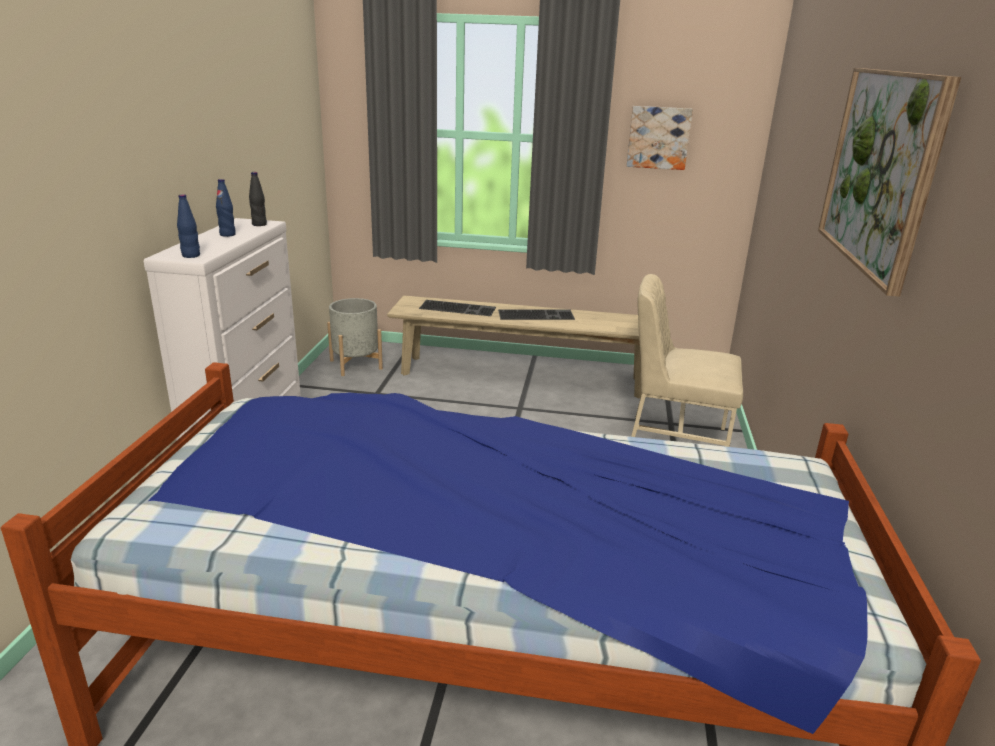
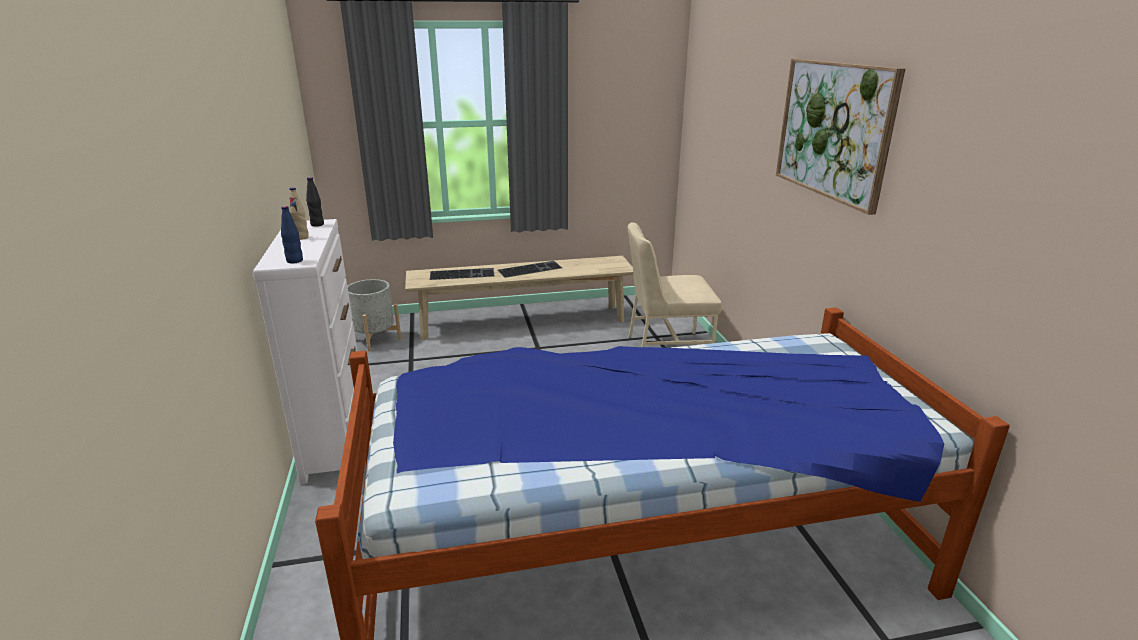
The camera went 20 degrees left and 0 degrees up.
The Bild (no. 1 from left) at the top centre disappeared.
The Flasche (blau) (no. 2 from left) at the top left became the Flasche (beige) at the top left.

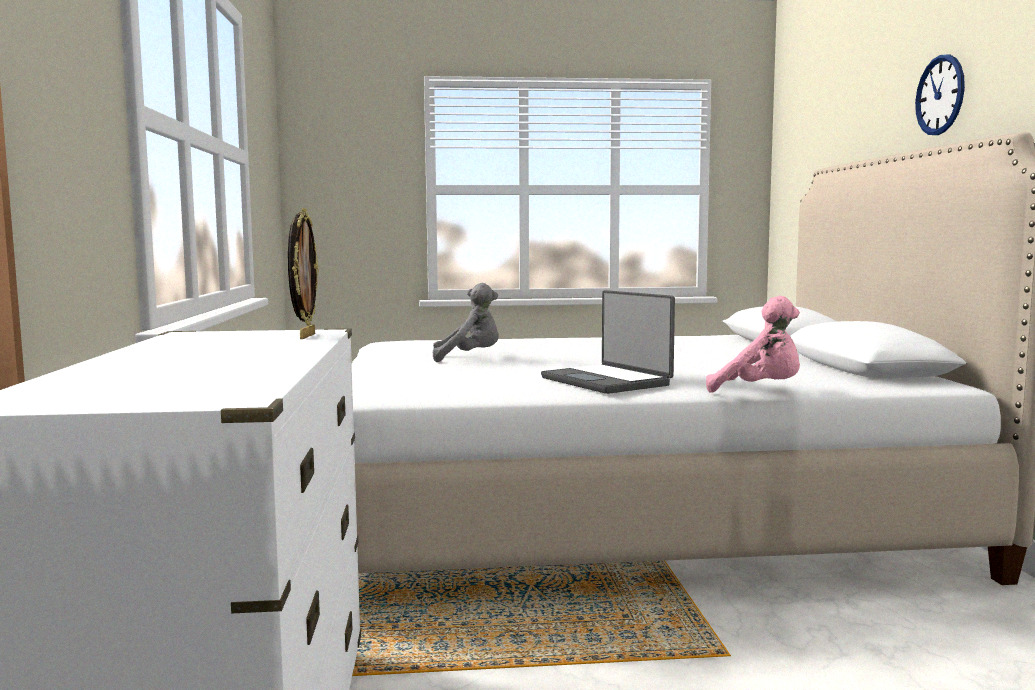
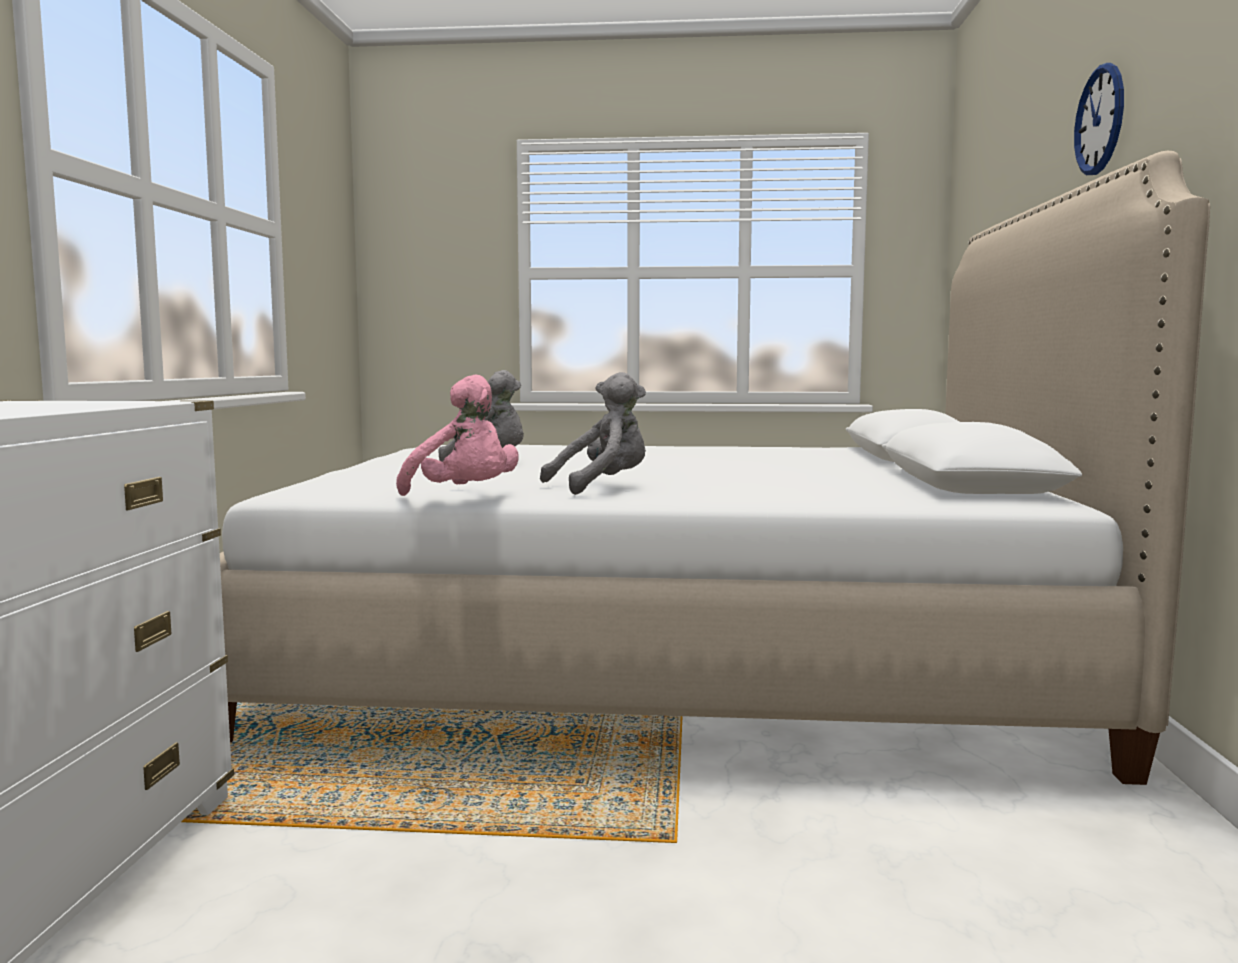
The camera went 10 degrees right and 0 degrees up.
The Bilderrahmen at the middle left disappeared.
The Laptop at the centre was replaced by the Plüschtier (grau) (no. 2 from left) at the centre.
The Plüschtier (rosa) moved from the middle right to the centre.

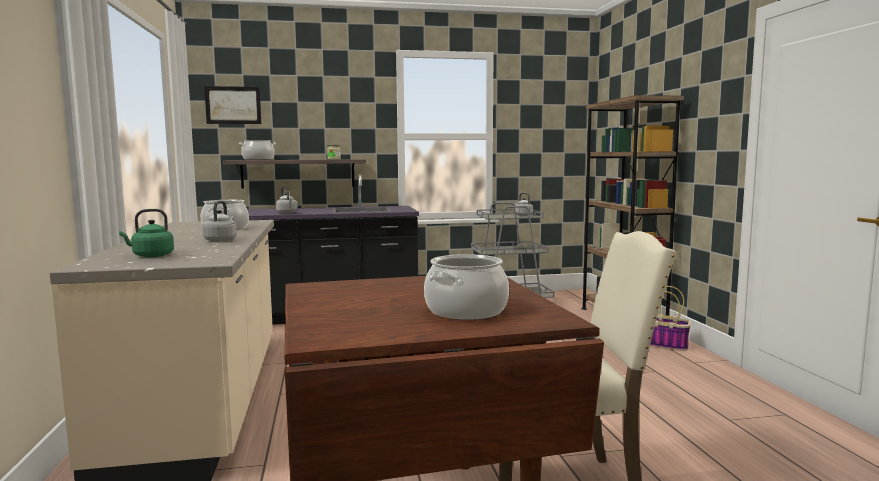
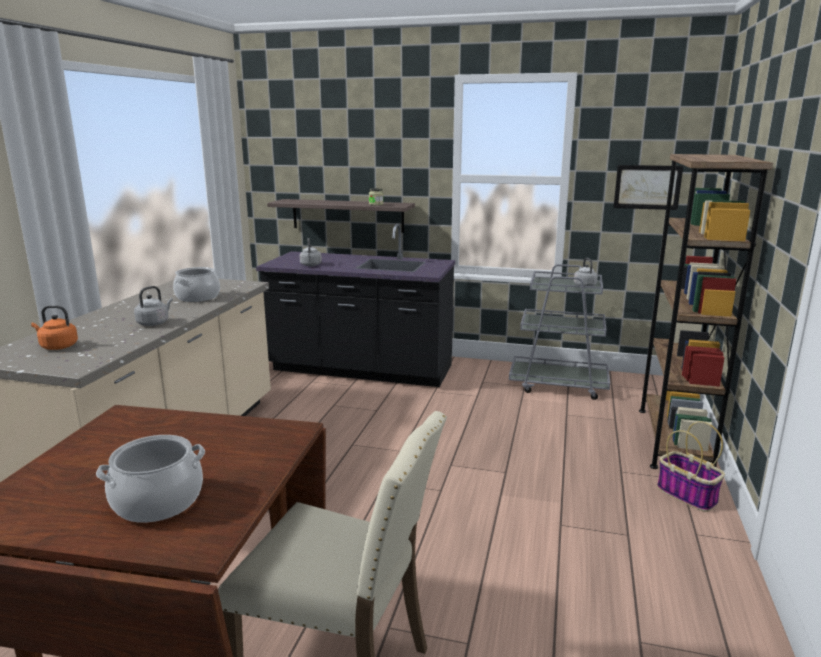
The camera went 25 degrees right and 10 degrees up.
The Bild moved from the top left to the top right.
The Kochtopf (no. 2 from left) at the top left disappeared.
The Wasserkessel (grün) at the middle left became the Wasserkessel (orange) at the middle left.

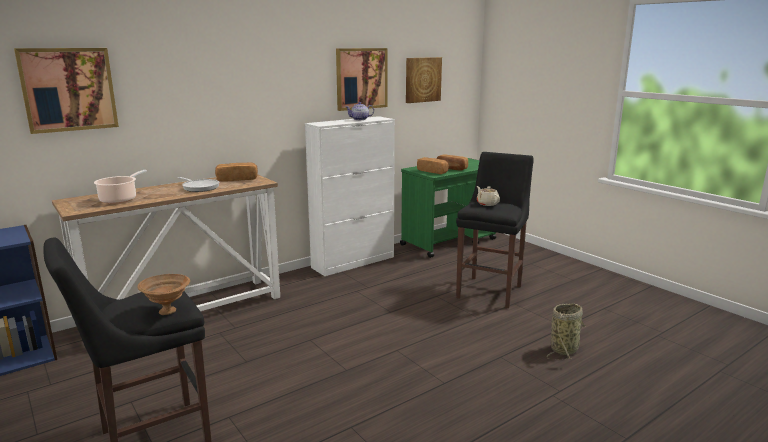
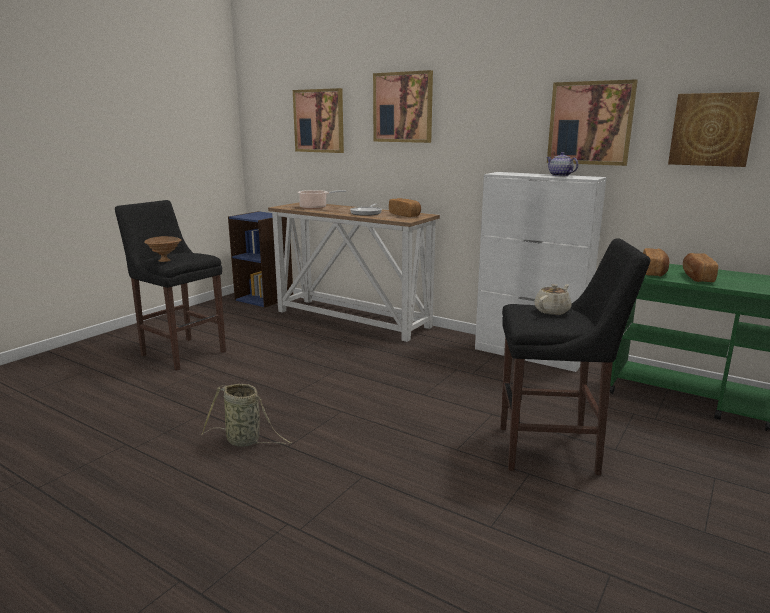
The camera went 70 degrees right and 0 degrees up.
The Korb moved from the bottom right to the bottom left.
The Bild (no. 2 from left) at the top centre appeared.

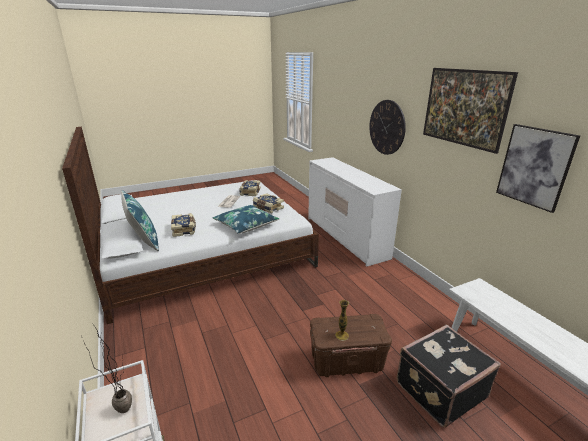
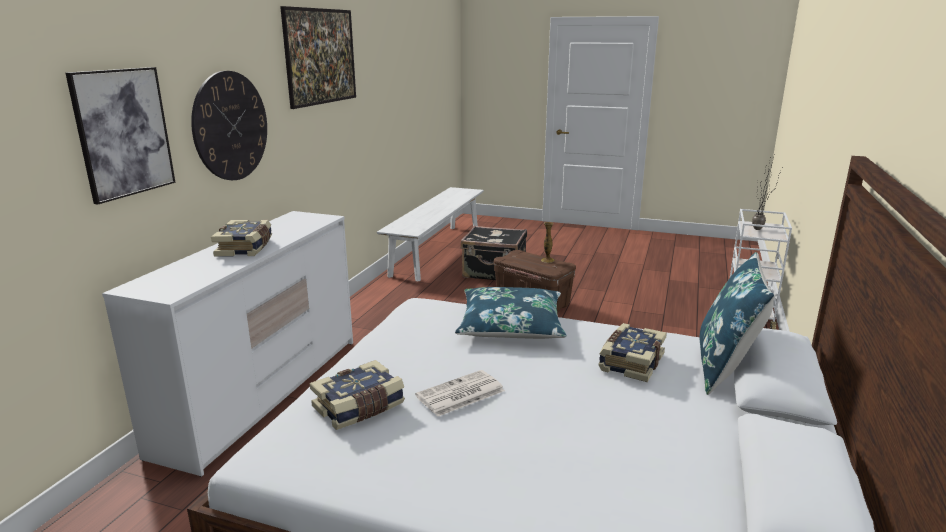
The camera went 135 degrees left and 5 degrees down.
The Bild (no. 2 from left in the first image) moved from the middle right to the top left.
The Buch (no. 3 from left in the first image) moved from the centre to the middle left.

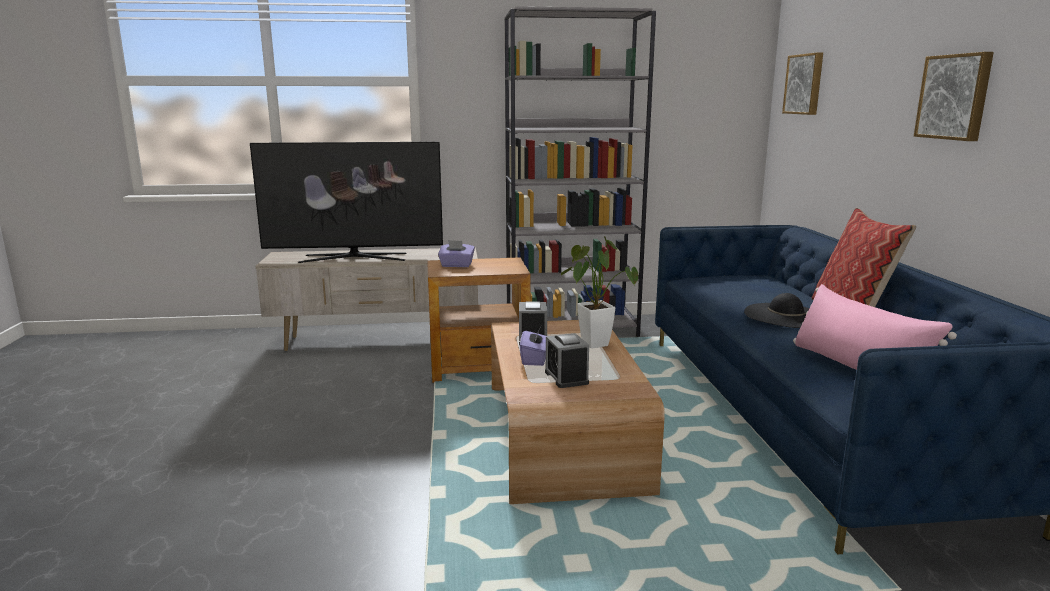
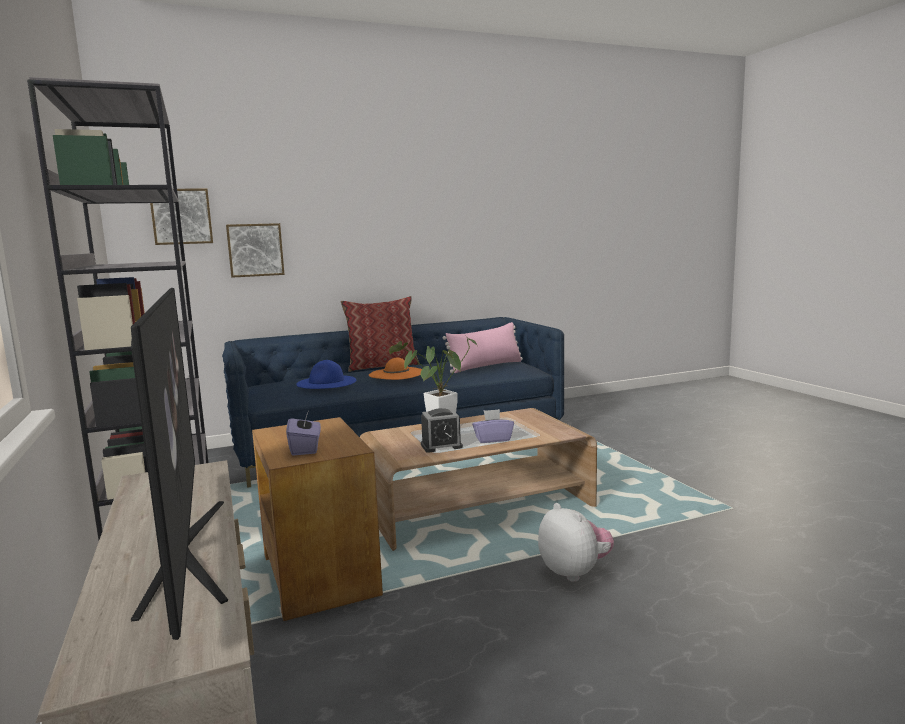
The camera went 105 degrees left and 5 degrees down.
The Bild (no. 2 from left) moved from the top right to the middle left.
The Hut (schwarz) at the middle right became the Hut (orange) at the centre.
The Wecker (no. 2 from left) at the centre disappeared.
The Hut (blau) at the centre appeared.
The Plüschtier at the bottom centre appeared.

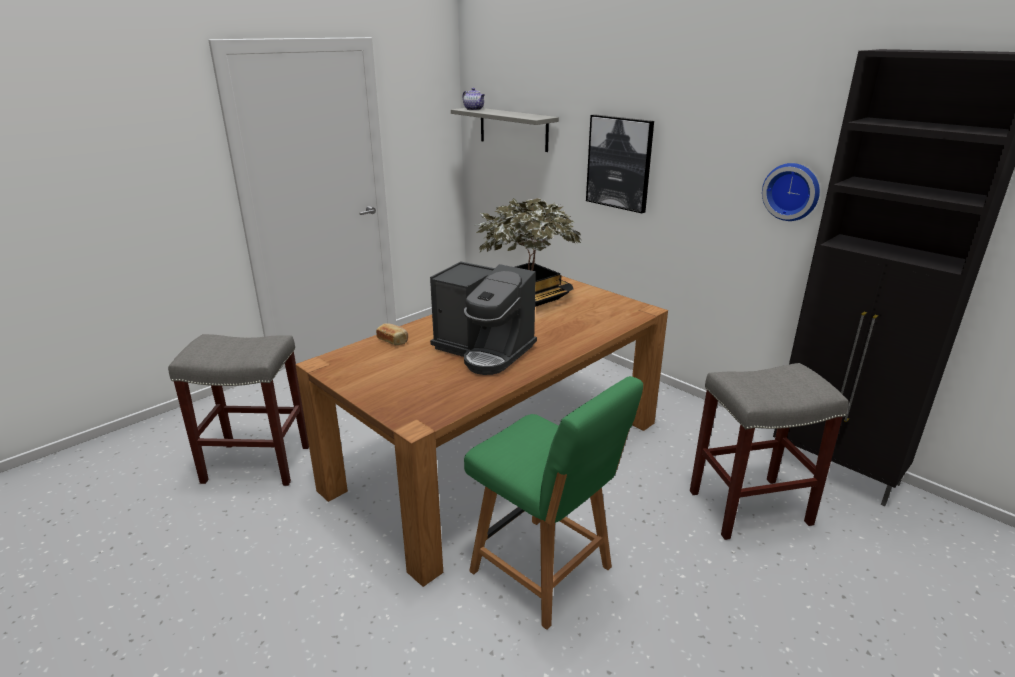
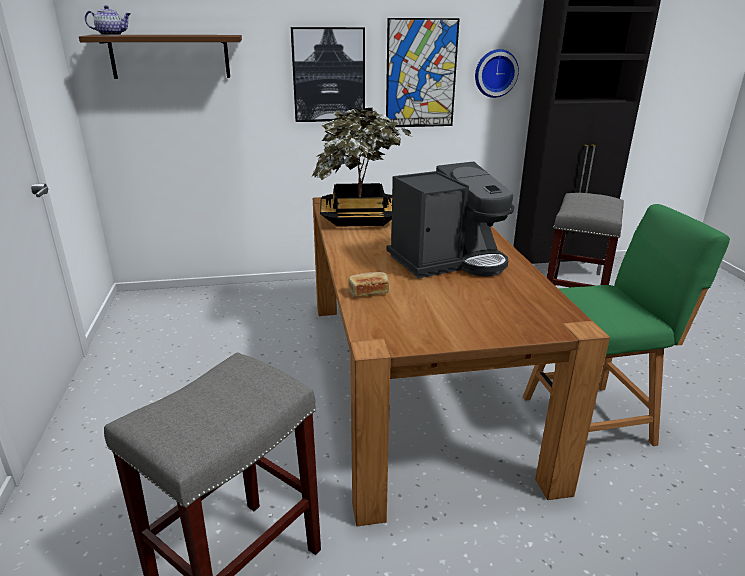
The camera went 55 degrees left and 0 degrees up.
The Wandregal (grau) at the top centre became the Wandregal (braun) at the top left.
The Bild (no. 2 from left) at the top centre appeared.

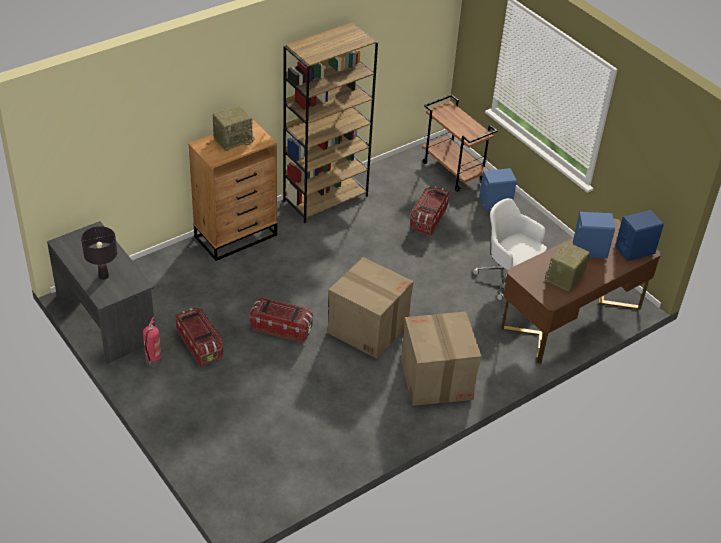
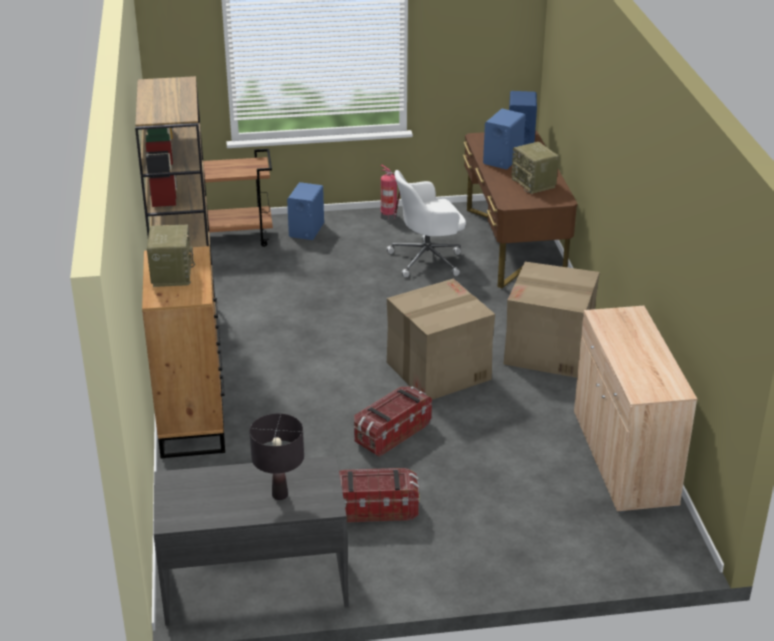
The camera went 60 degrees left and 10 degrees down.
The Aufbewahrungsbox (no. 3 from left) at the centre disappeared.
The Feuerlöscher moved from the middle left to the top centre.
The Schrank (beige) at the middle right appeared.

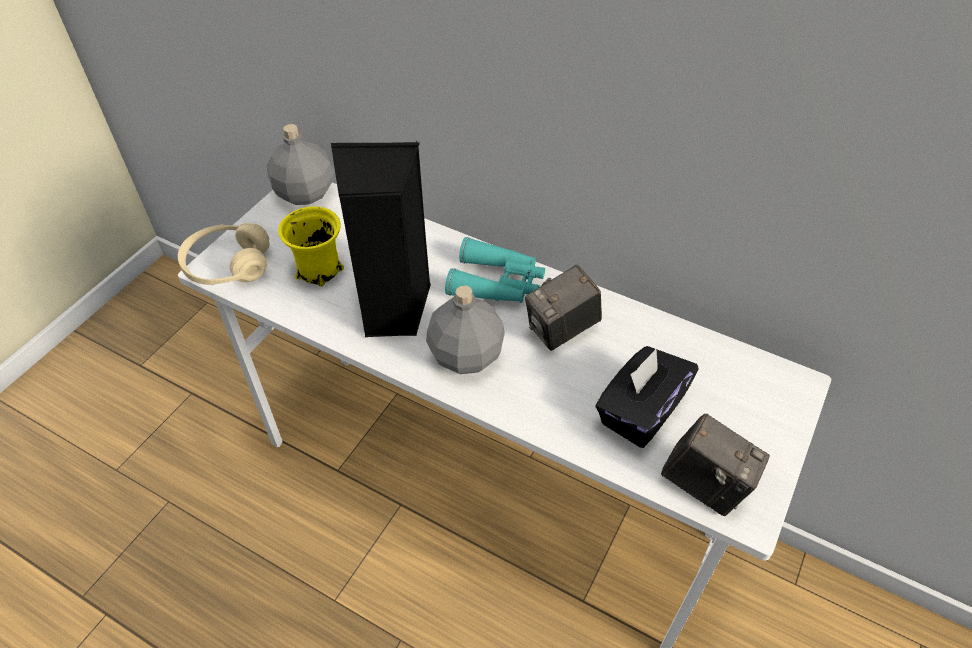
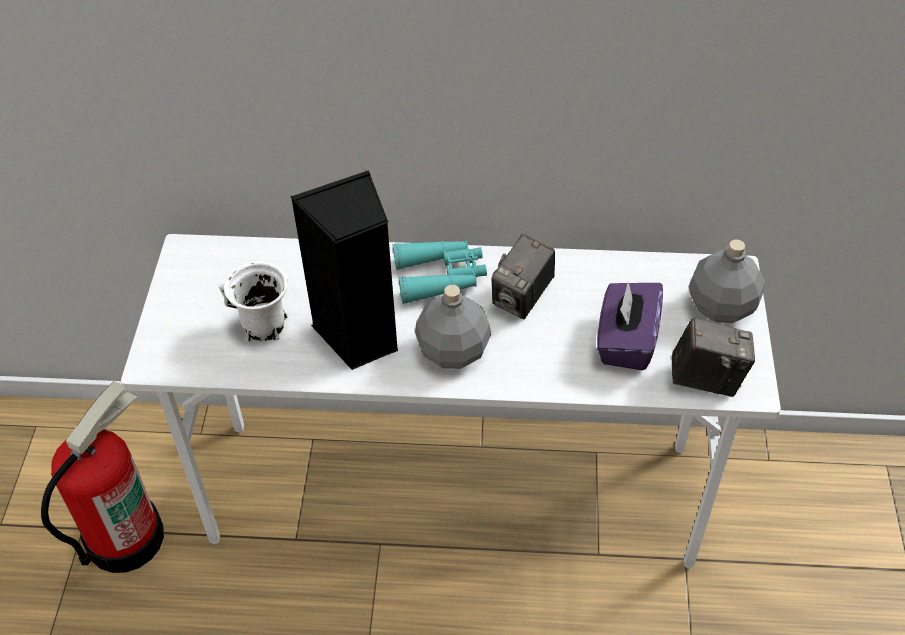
The camera went 25 degrees left and 0 degrees up.
The Flasche (grau) (no. 1 from left in the first image) moved from the top left to the middle right.
The Henkelbecher (gelb) at the middle left became the Henkelbecher (weiß) at the middle left.
The Kopfhörer (beige) at the middle left disappeared.
The Taschentuchbox (schwarz) at the centre became the Taschentuchbox (lila) at the middle right.
The Feuerlöscher at the bottom left appeared.

